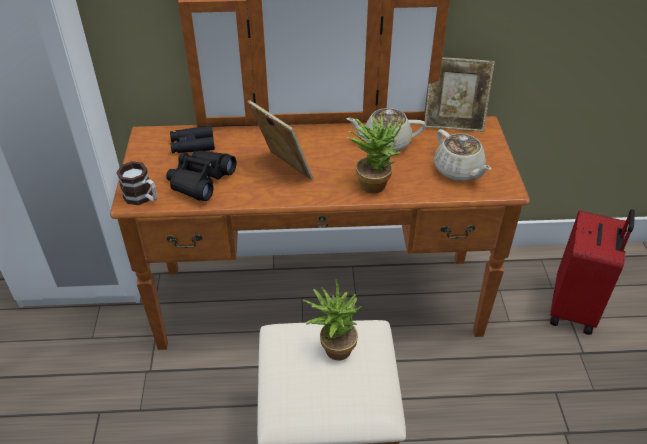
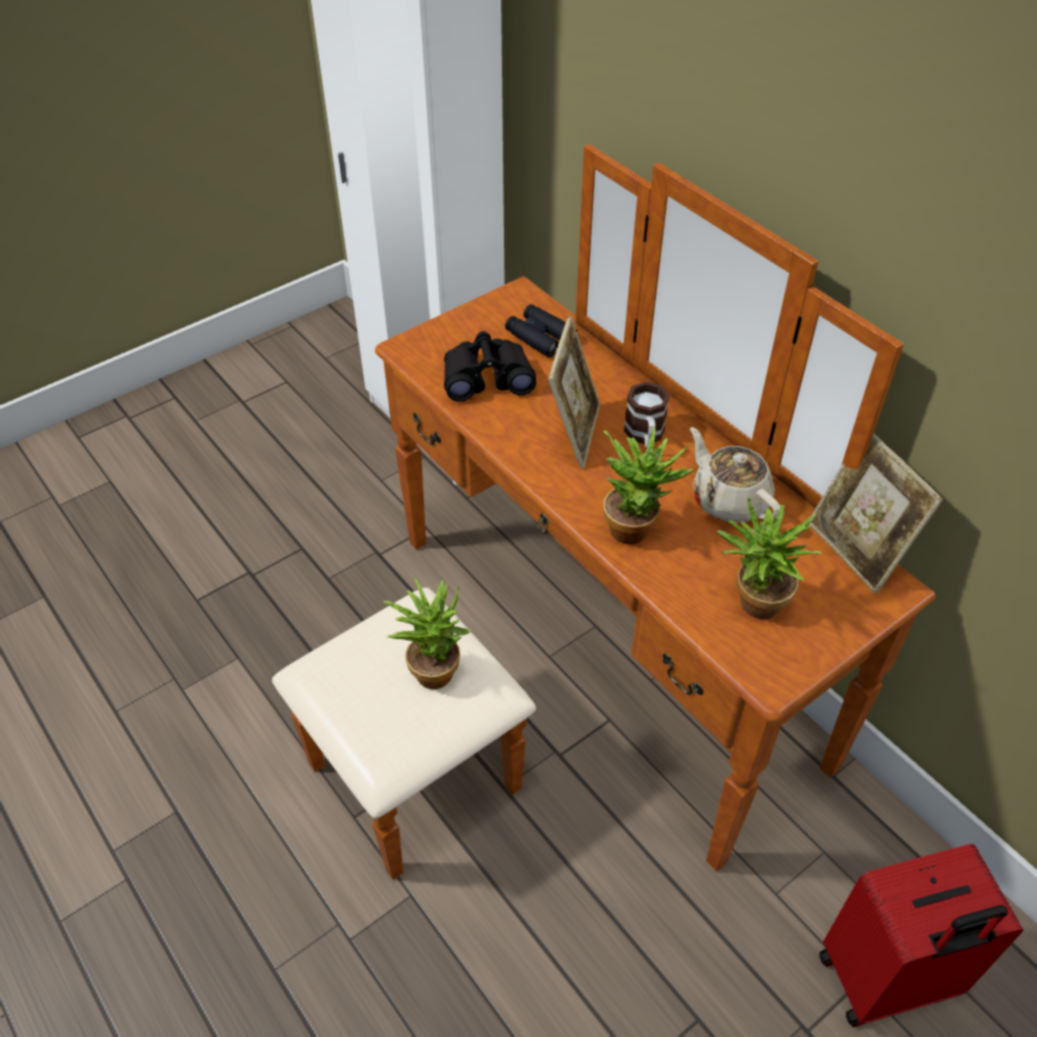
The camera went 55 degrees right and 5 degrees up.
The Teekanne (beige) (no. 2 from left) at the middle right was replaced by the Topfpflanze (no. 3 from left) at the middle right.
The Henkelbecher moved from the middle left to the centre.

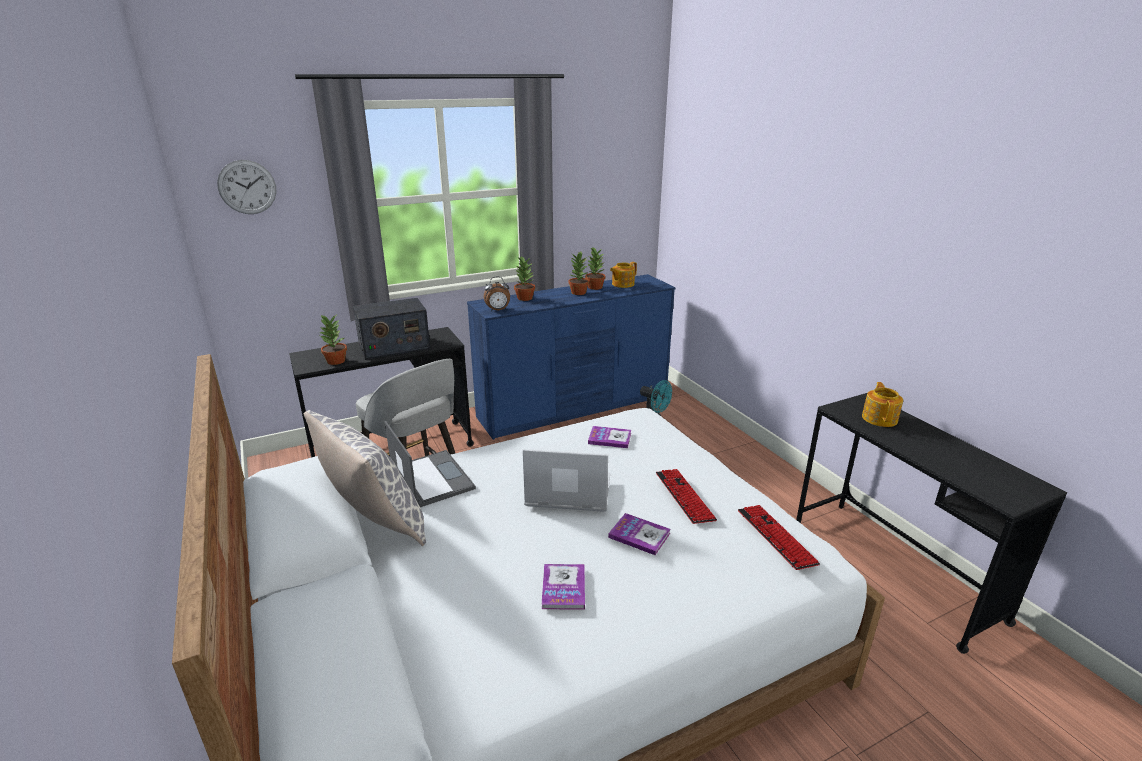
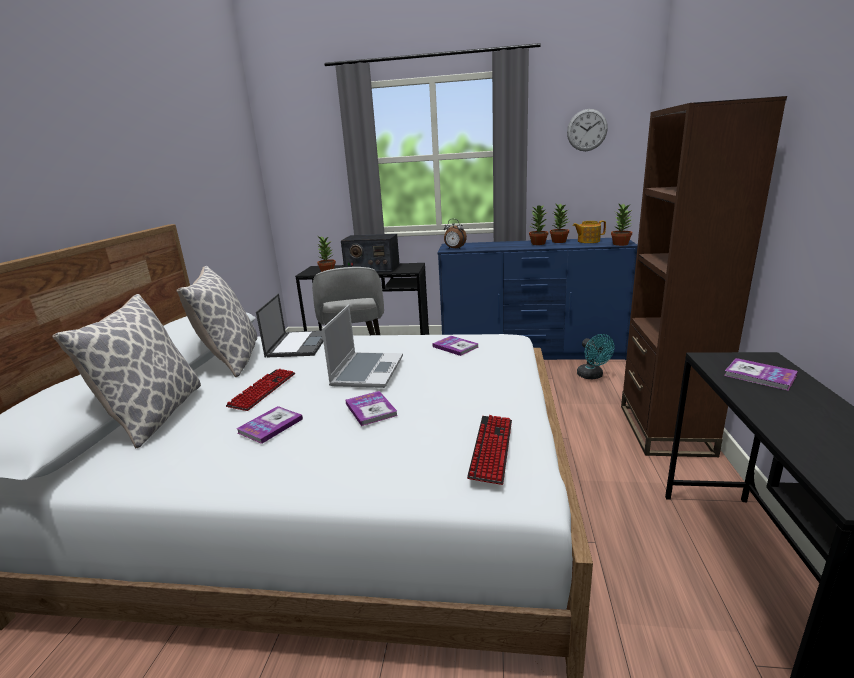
The camera went 35 degrees right and 5 degrees down.
The Wanduhr moved from the top left to the top right.
The Topfpflanze (no. 2 from left in the first image) moved from the centre to the top right.
The Teekanne (no. 2 from left) at the middle right was replaced by the Buch (no. 4 from left) at the middle right.
The Laptop (no. 2 from left) at the centre turned 60 degrees clockwise.
The Tastatur (no. 1 from left) moved from the centre to the middle left.
The Bücherregal (braun) at the middle right appeared.
The Kissen (no. 1 from left) at the middle left appeared.

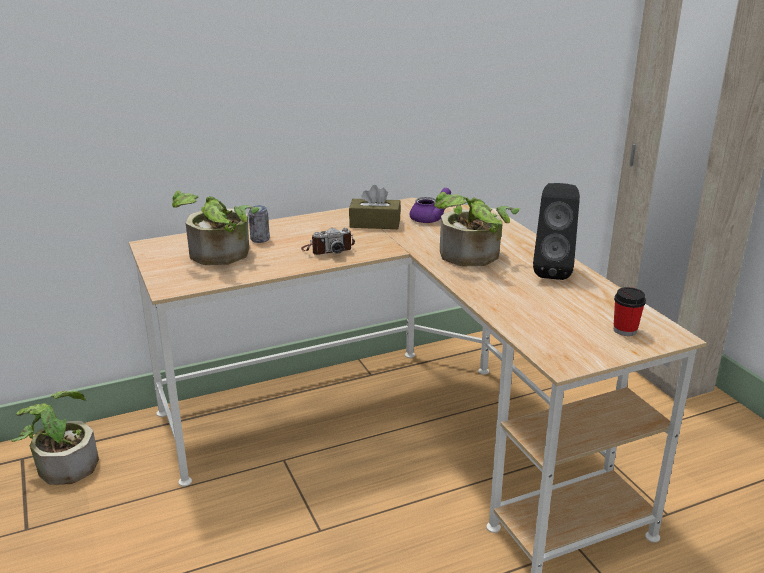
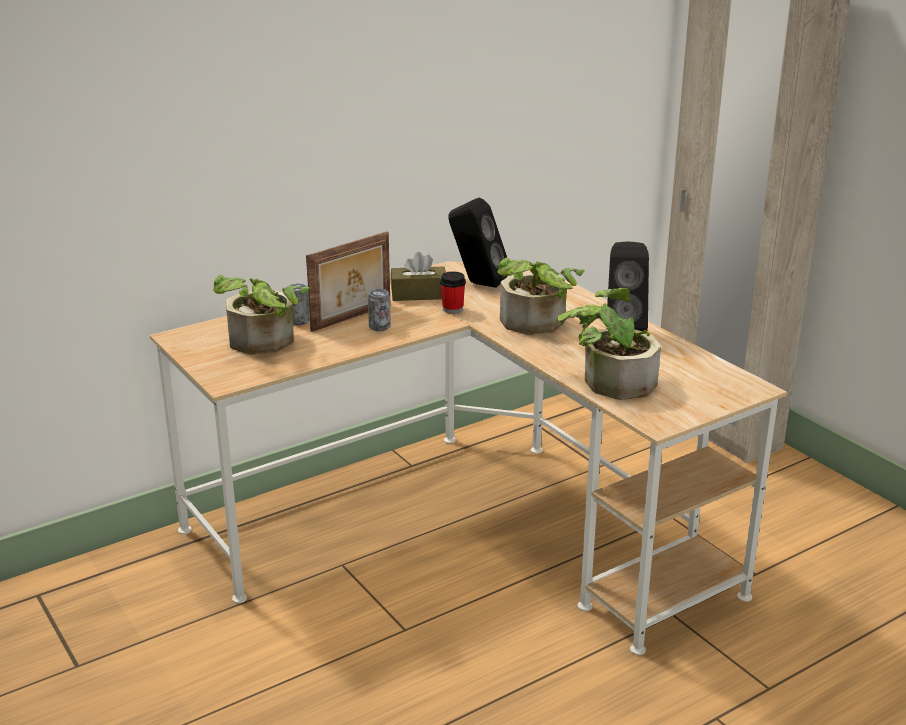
The camera went 10 degrees left and 0 degrees up.
The Teekanne (lila) at the centre was replaced by the Lautsprecher (schwarz) (no. 1 from left) at the centre.
The Kamera at the centre was replaced by the Dose (no. 2 from left) at the centre.
The Tasse moved from the middle right to the centre.
The Topfpflanze (no. 1 from left in the first image) moved from the bottom left to the middle right.
The Bilderrahmen at the centre appeared.

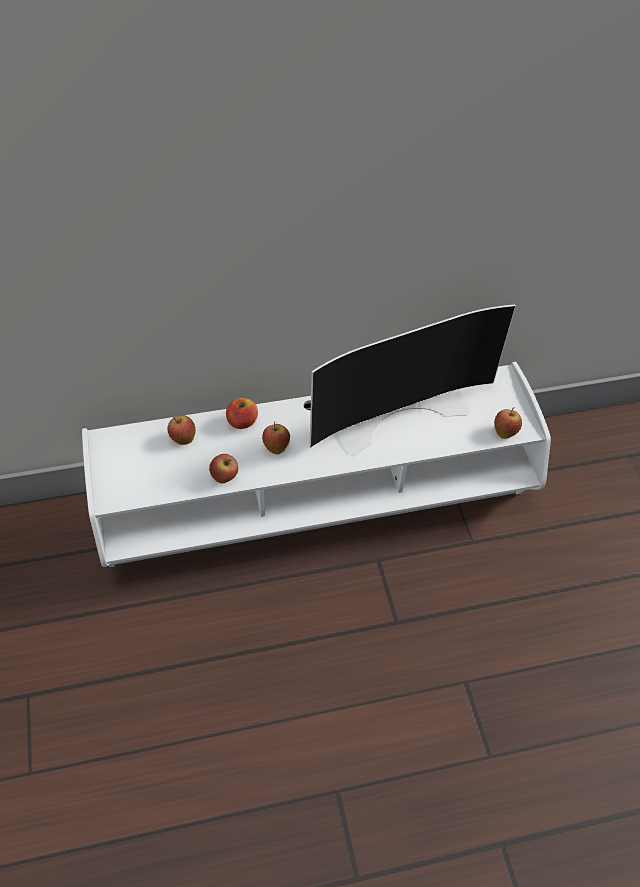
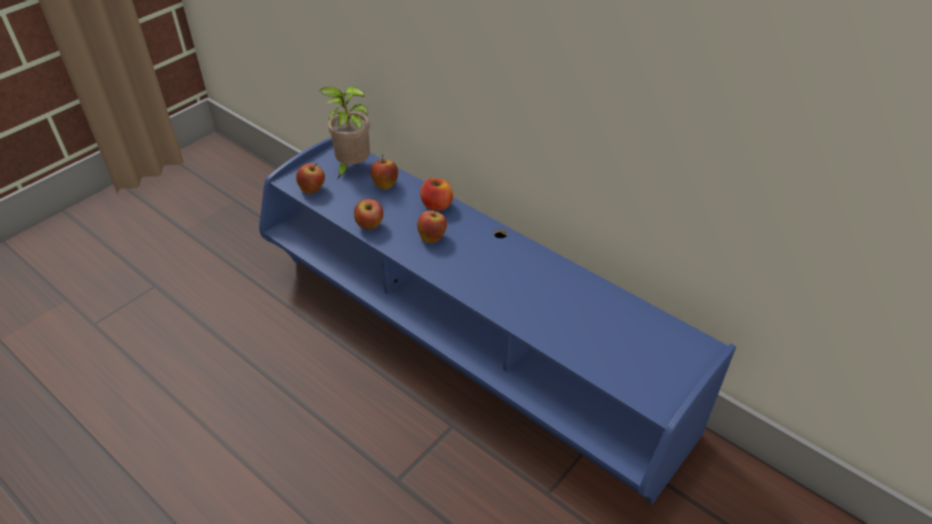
The camera went 55 degrees right and 10 degrees down.
The Fernseher at the centre disappeared.
The Fernsehschrank (weiß) at the centre became the Fernsehschrank (blau) at the centre.
The Apfel (no. 5 from left in the first image) moved from the middle right to the middle left.
The Topfpflanze at the top centre appeared.

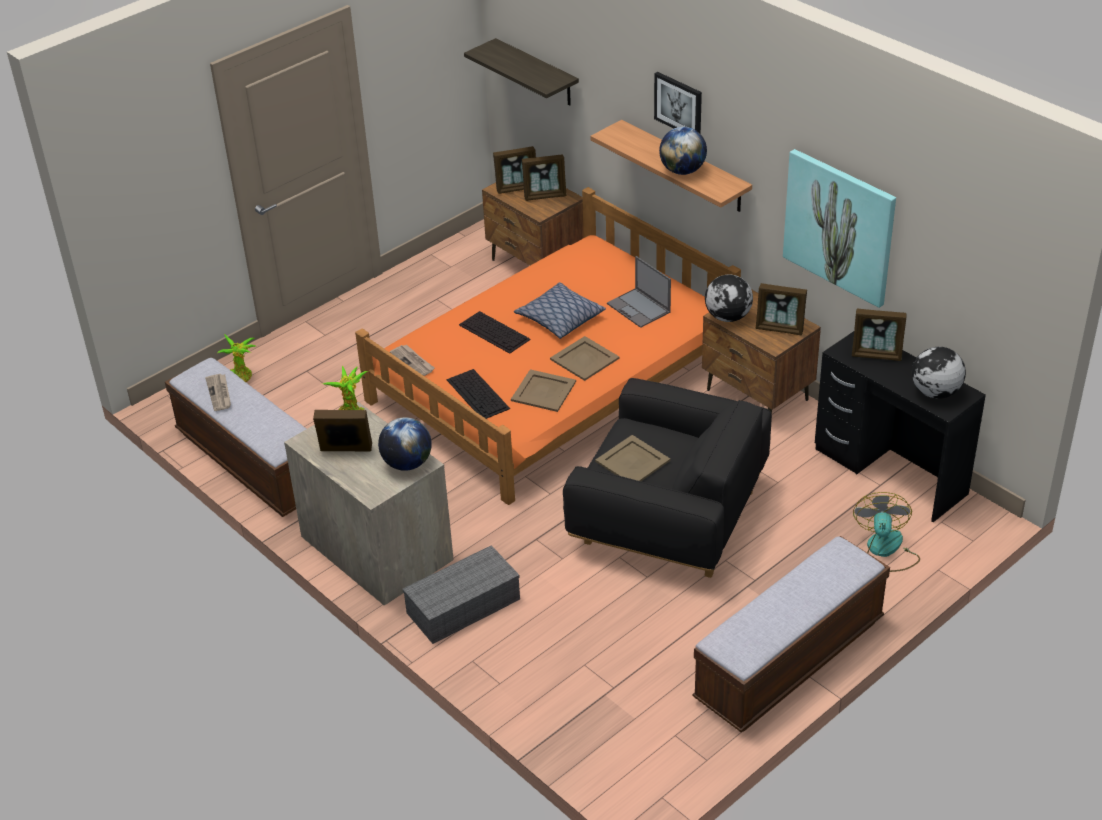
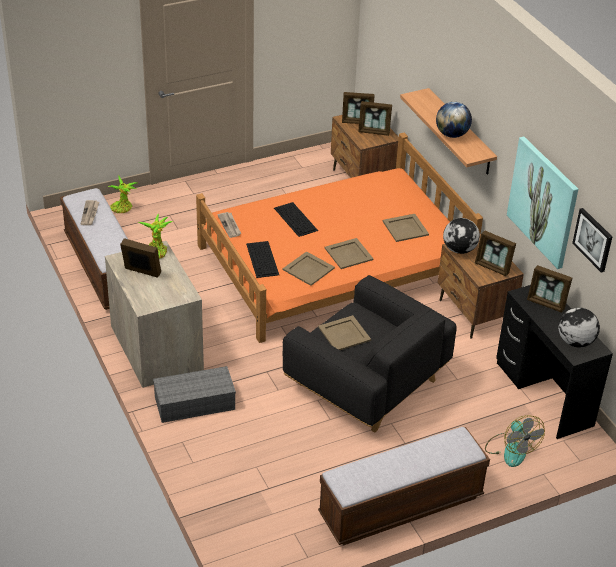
The camera went 15 degrees right and 0 degrees up.
The Wandregal (no. 1 from left) at the top centre disappeared.
The Bild (no. 1 from left in the first image) moved from the top centre to the middle right.
The Laptop at the centre was replaced by the Tablett (beige) (no. 4 from left) at the centre.
The Kissen at the centre disappeared.
The Globus (no. 1 from left) at the centre disappeared.
The Ventilator at the middle right turned 135 degrees clockwise.

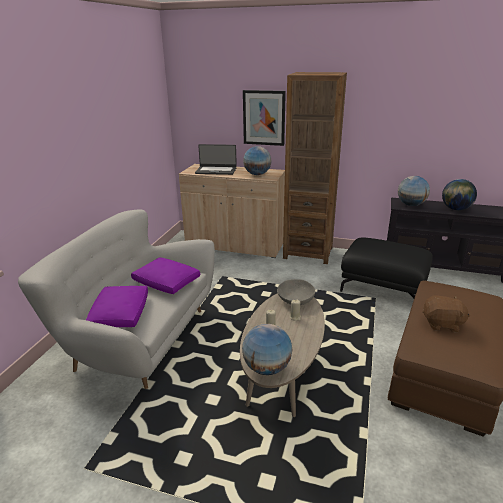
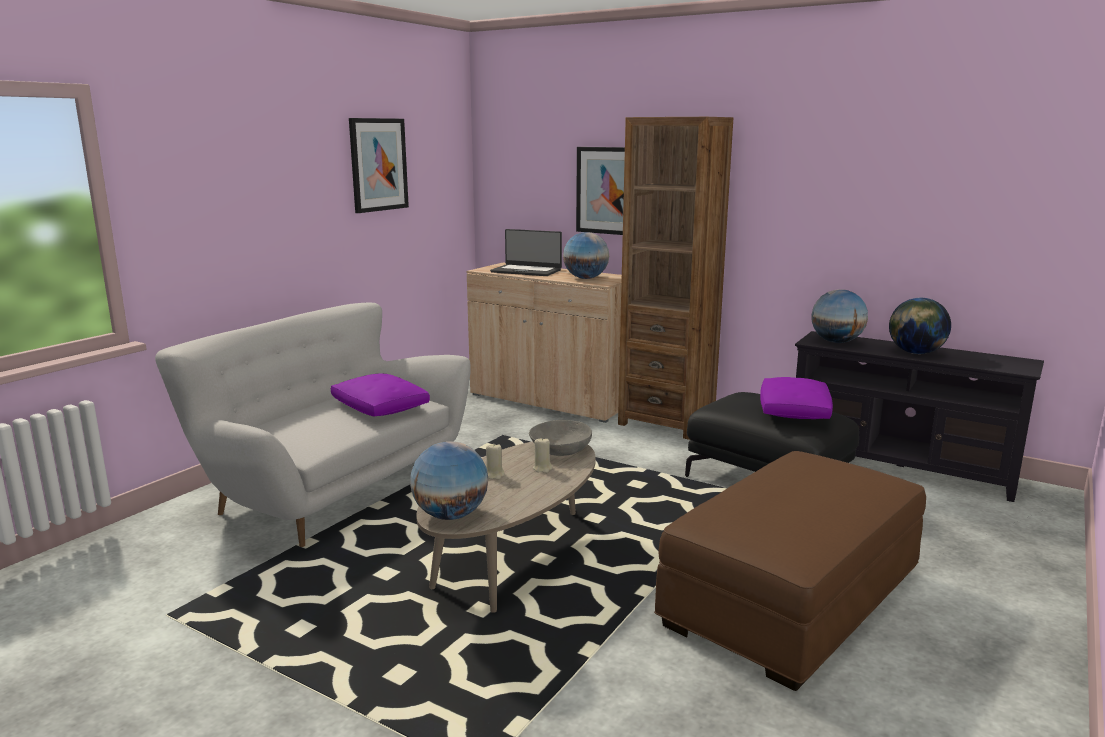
The camera went 15 degrees right and 10 degrees down.
The Kissen (lila) (no. 1 from left in the first image) moved from the middle left to the middle right.
The Plüschtier (braun) at the middle right disappeared.
The Bild (no. 1 from left) at the top centre appeared.

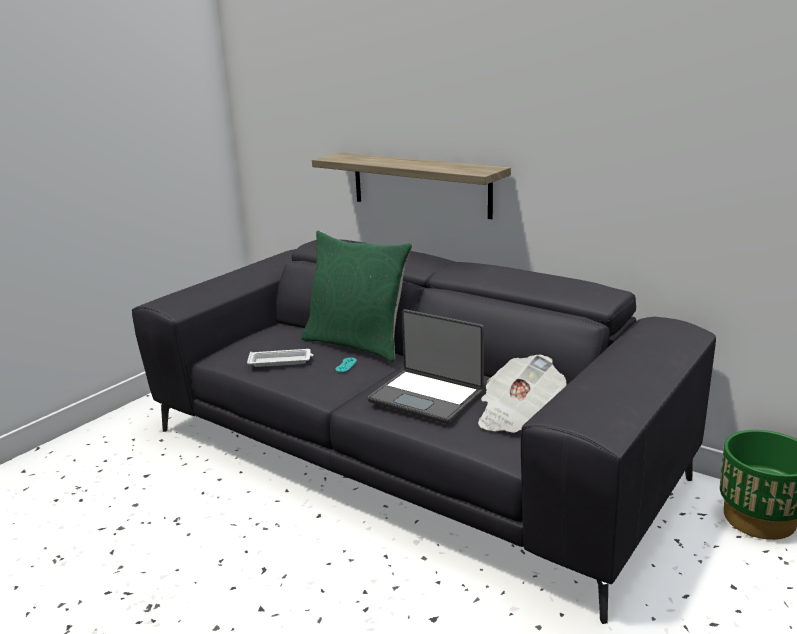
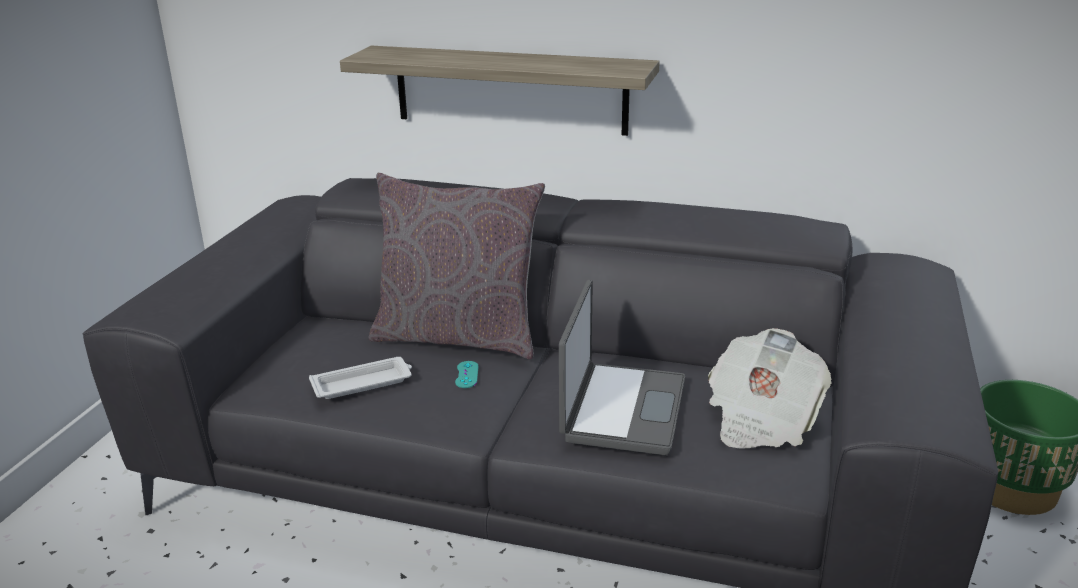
The camera went 20 degrees left and 5 degrees up.
The Kissen (grün) at the centre became the Kissen (grau) at the centre.
The Laptop at the centre turned 90 degrees counterclockwise.

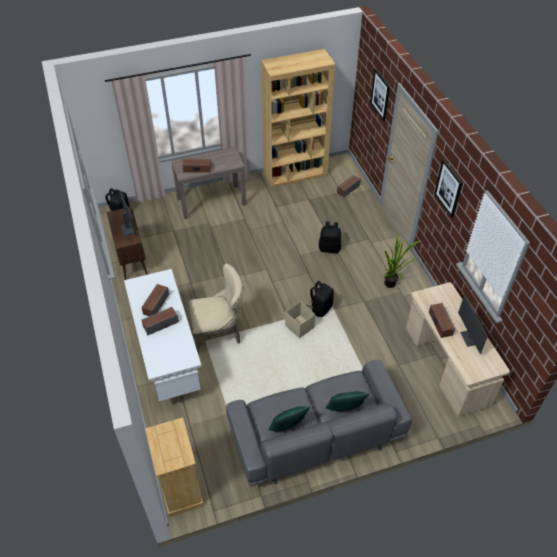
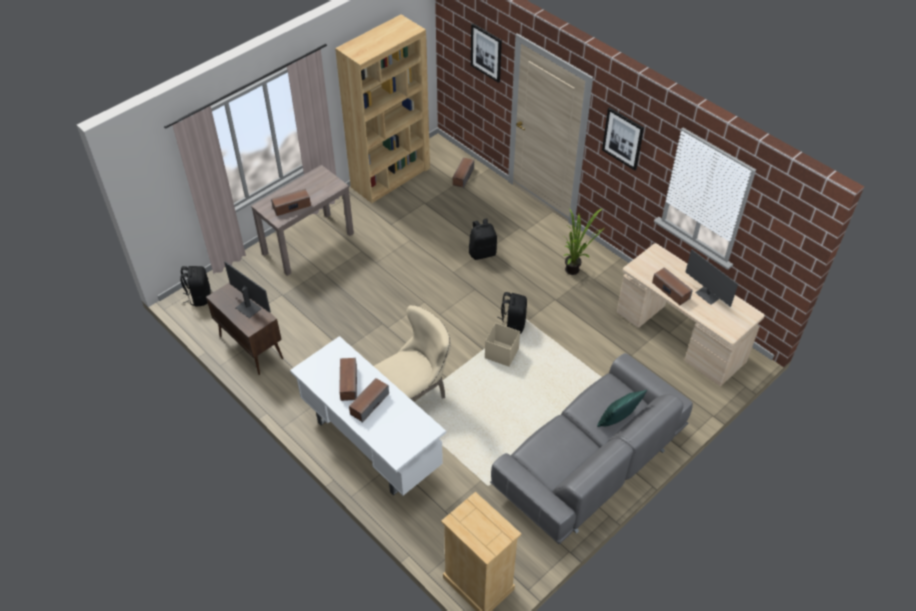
The camera went 25 degrees left and 0 degrees up.
The Kissen (grün) (no. 1 from left) at the bottom centre disappeared.

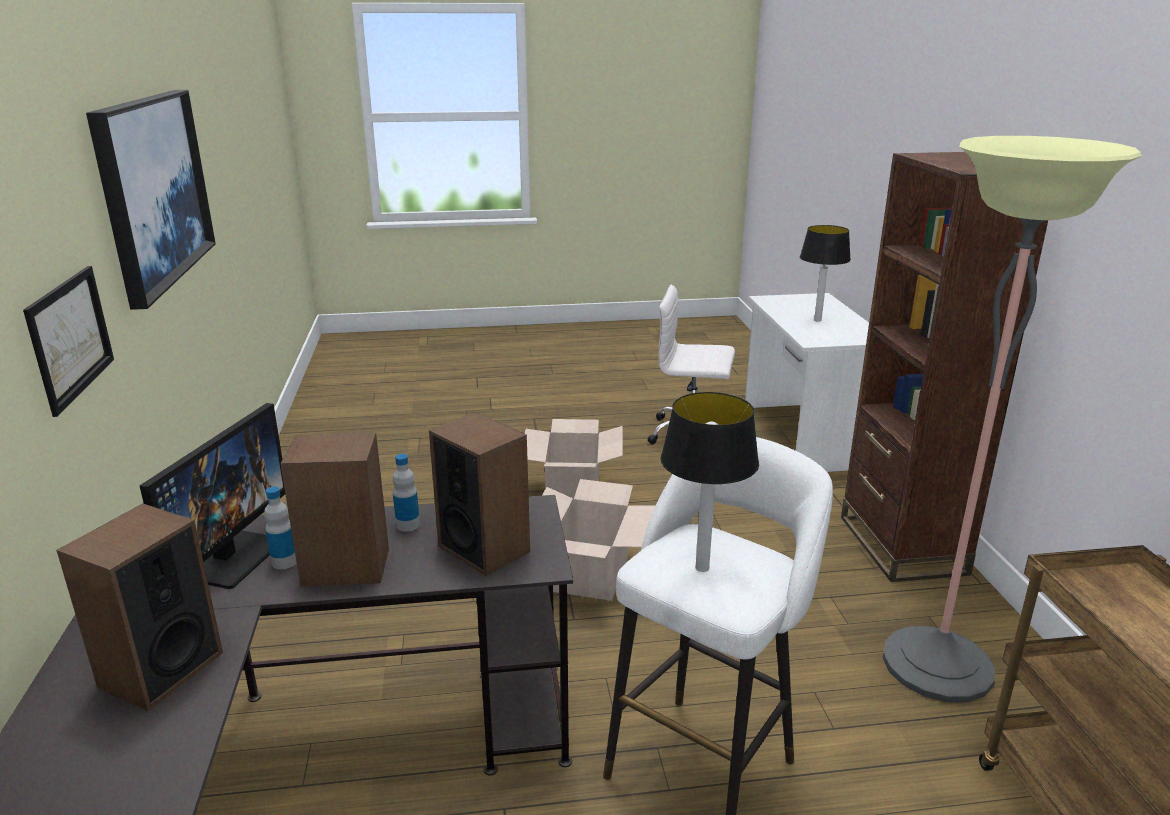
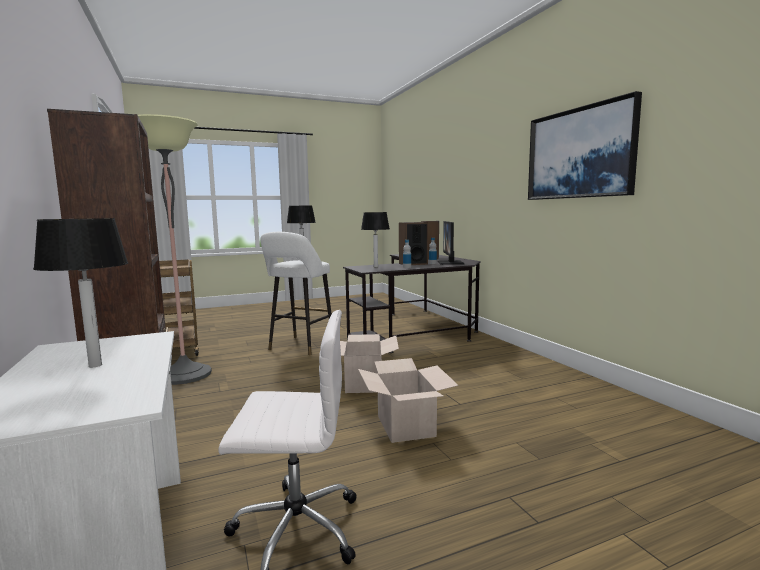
The camera went 165 degrees right and 15 degrees down.
The Bild (no. 1 from left) at the middle left disappeared.
The Lautsprecher (no. 3 from left) at the centre was replaced by the Tischlampe (no. 3 from left) at the centre.

